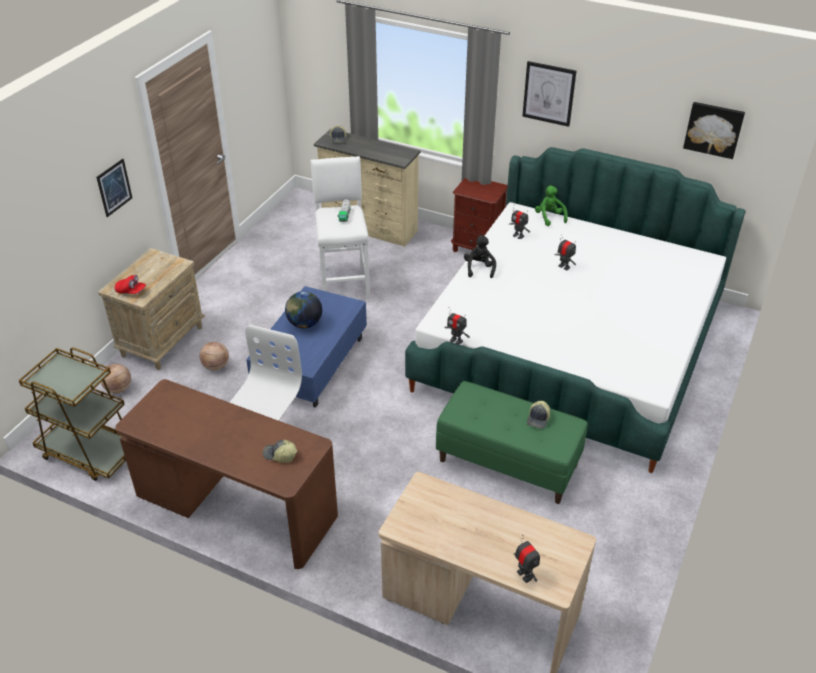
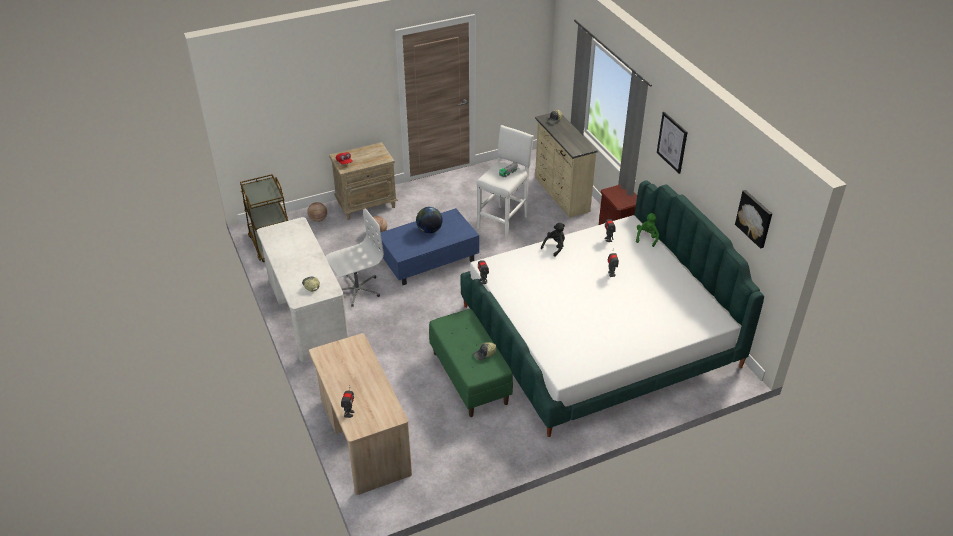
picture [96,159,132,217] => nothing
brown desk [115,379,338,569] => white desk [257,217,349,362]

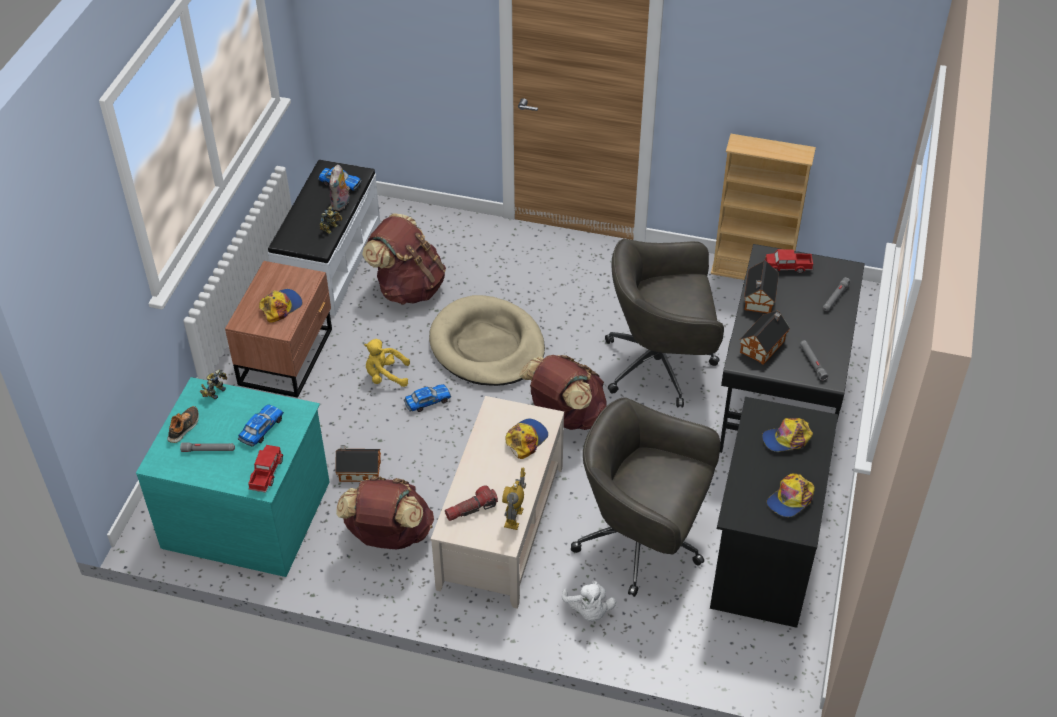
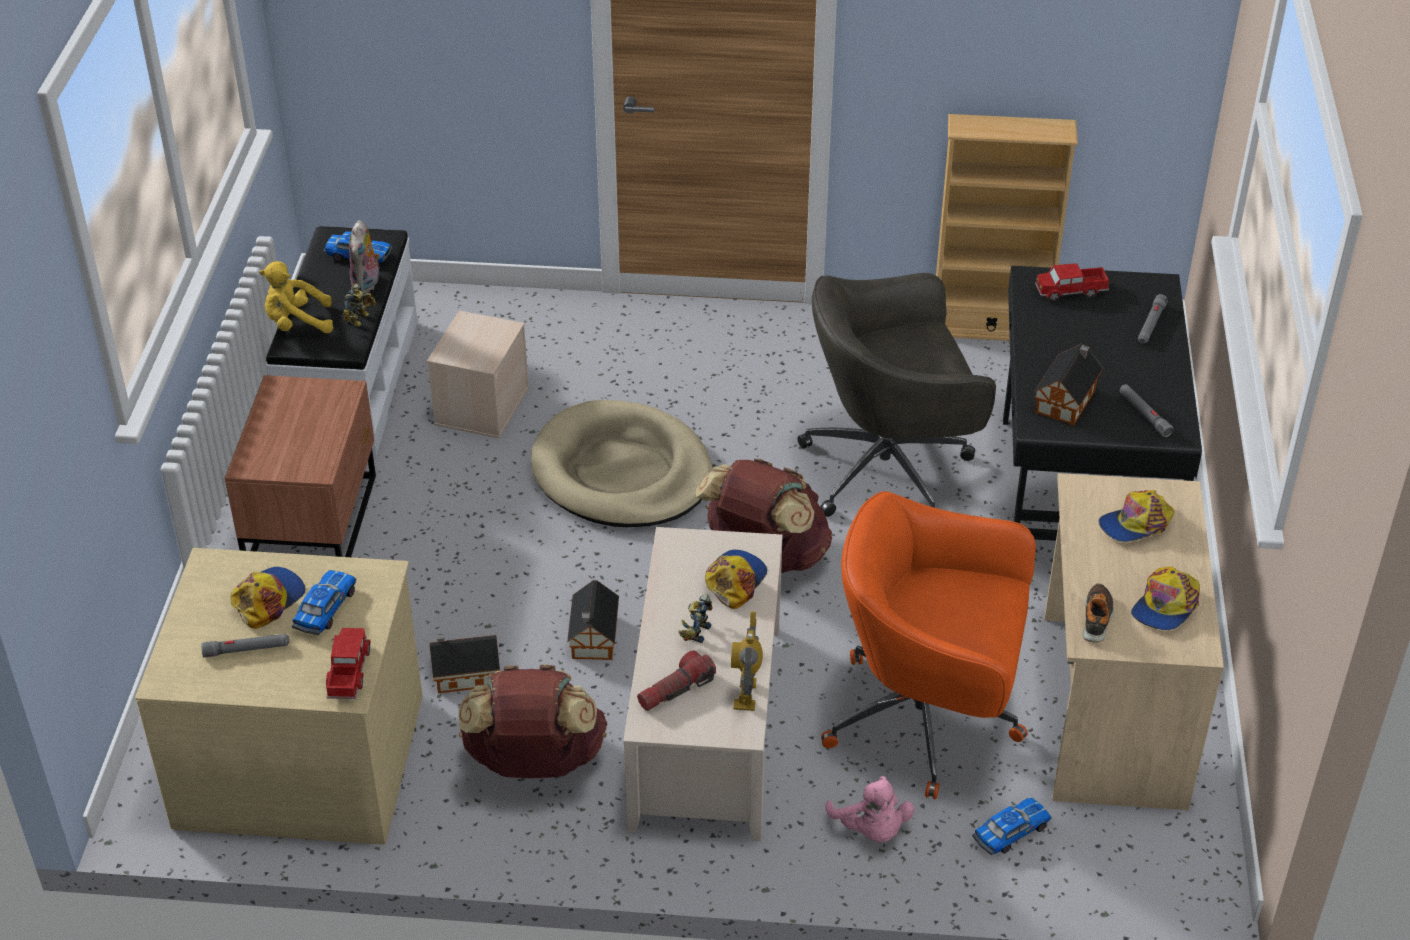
turquoise dresser [136,377,329,577] => beige dresser [135,548,423,845]
shoe [167,406,199,443] => shoe [1083,583,1114,643], moved
toy robot [200,370,227,399] => toy robot [678,594,713,643], moved
cap [259,289,303,323] => cap [230,567,305,629], moved
brown backpack [362,213,446,305] => beige storage box [427,311,529,438]
yellow plush toy [364,339,410,387] => yellow plush toy [259,261,333,333], moved
toy car [404,384,451,412] => toy car [972,798,1052,856], moved
white plush toy [562,581,616,622] => pink plush toy [825,776,914,842]
grey office chair [571,397,721,597] => orange office chair [821,491,1036,799]
black desk [710,397,838,628] => beige desk [1044,473,1224,810]
toy house [744,261,779,313] => toy house [567,580,619,660], moved

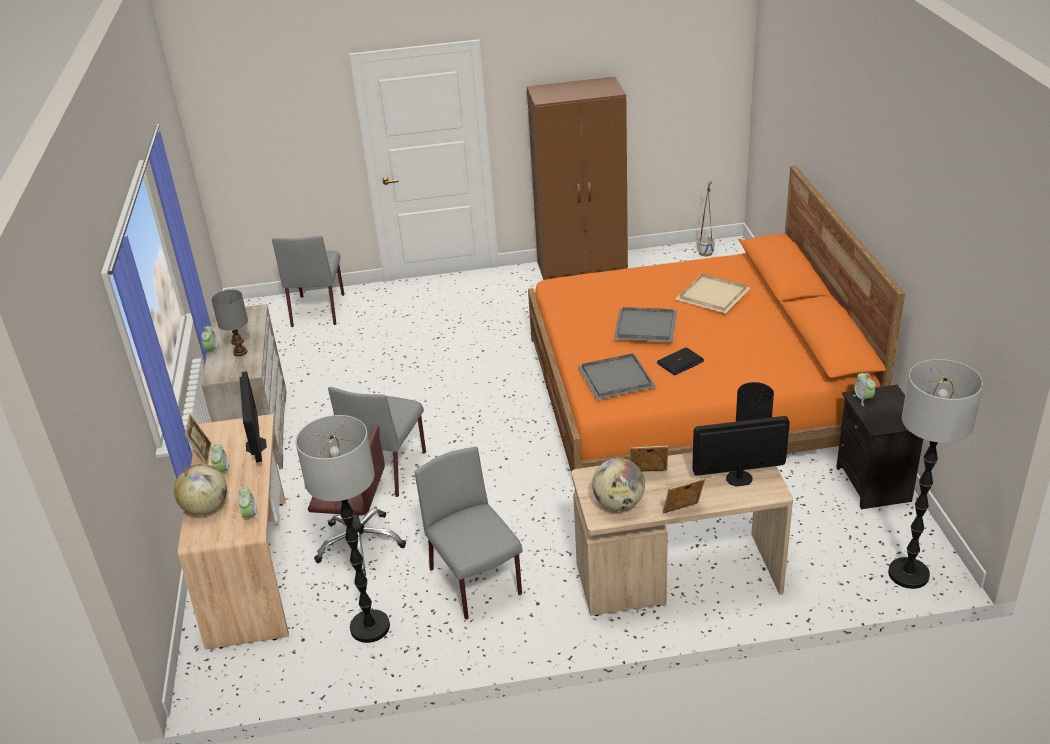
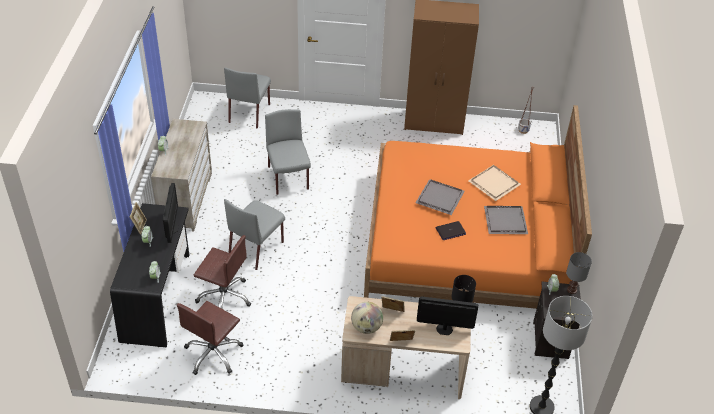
globe [174,464,227,515] => nothing
beige desk [178,414,289,650] => black desk [110,203,189,347]
grey table lamp [211,290,248,356] => grey table lamp [566,252,592,294], moved
floor lamp [296,415,390,643] => brown office chair [177,301,243,375]
grey chair [415,447,522,620] => grey chair [265,109,311,195], moved
grey tray [578,354,656,400] => grey tray [484,206,528,234], moved

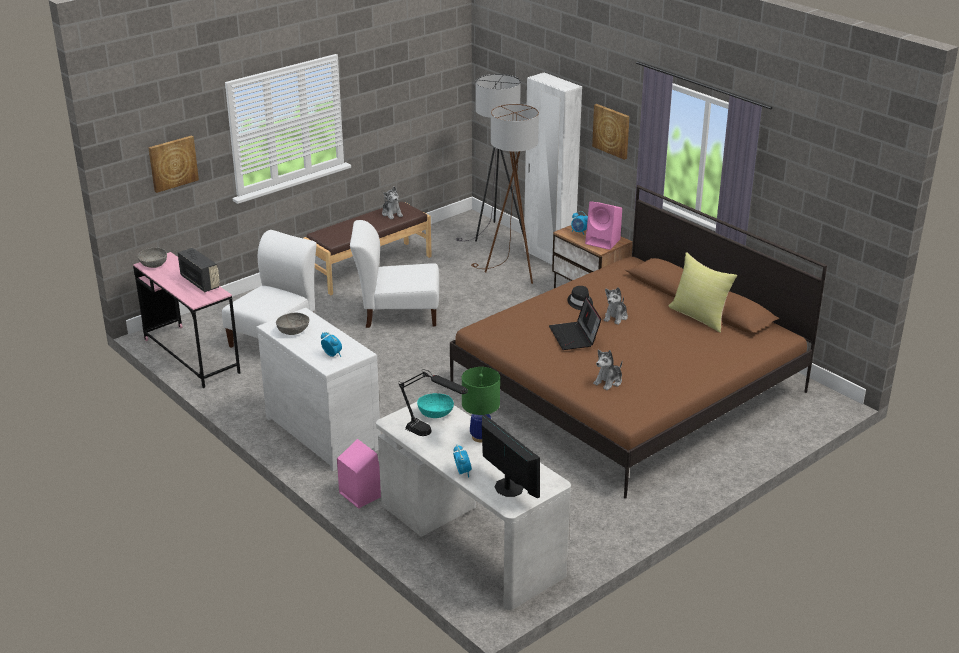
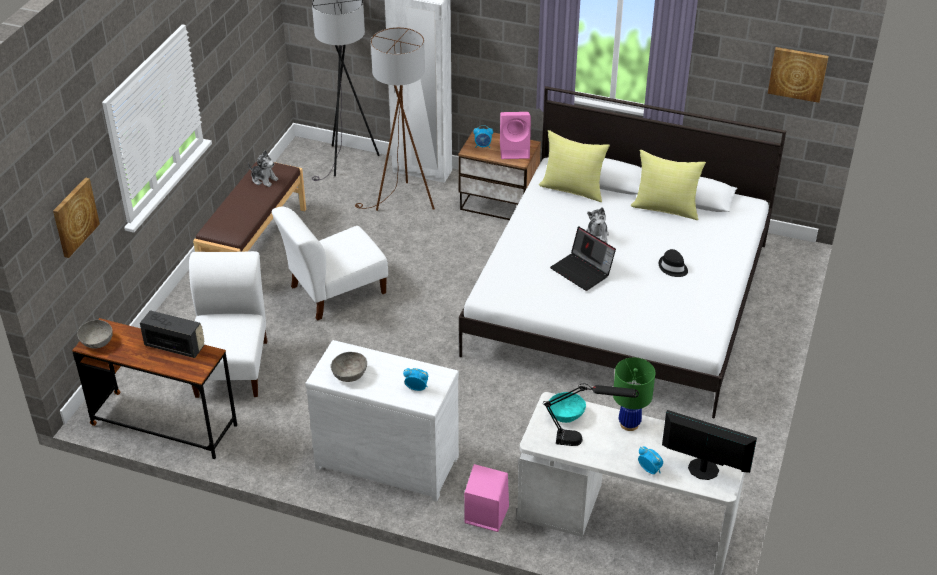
pink desk [133,252,241,388] => brown desk [72,318,237,459]
brown bed [450,185,827,498] => white bed [459,86,786,418]
black hat [567,286,593,310] => black hat [659,249,688,277], moved
picture [592,104,630,160] => picture [768,47,829,103], moved
plush toy [593,349,622,390] => nothing
nothing => yellow pillow [539,130,610,202]

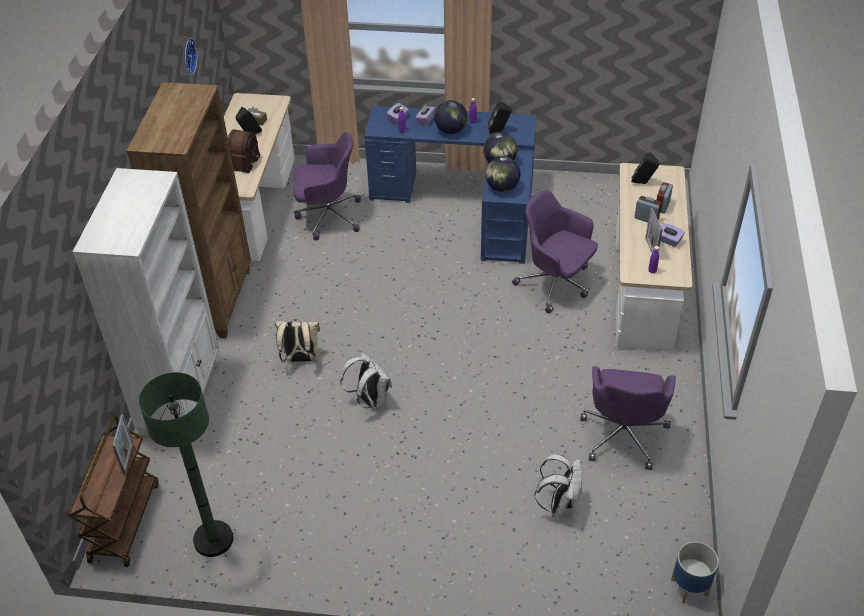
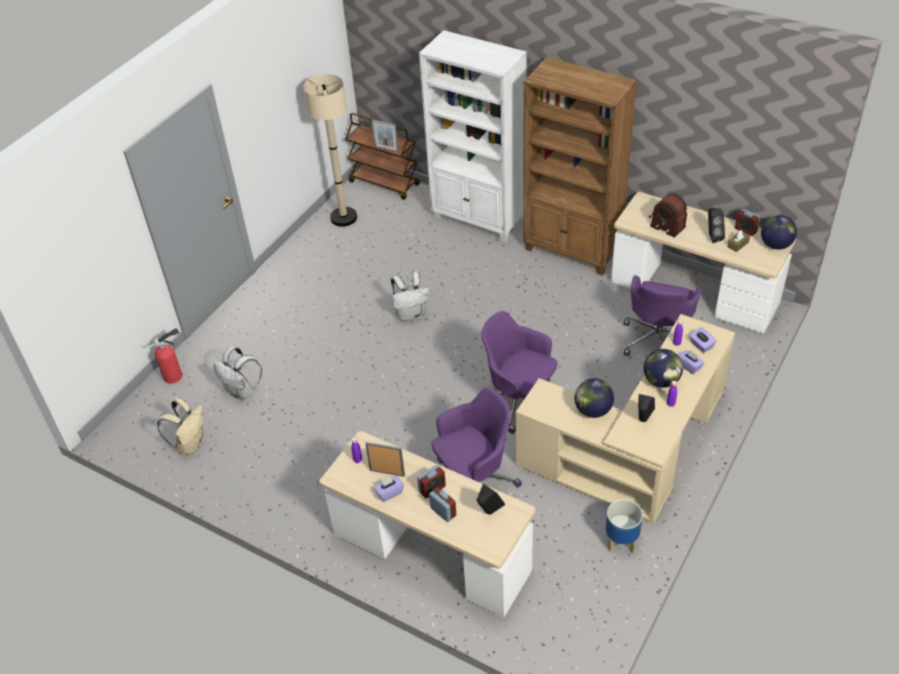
green floor lamp [139,372,234,557] => beige floor lamp [304,74,357,227]
wall clock [184,38,198,75] => nothing
beige backpack [275,319,320,362] => beige backpack [157,398,204,455], moved
blue desk [364,106,537,264] => beige desk [516,314,735,525]
globe [485,156,520,192] => globe [761,215,797,250], moved
purple office chair [580,366,676,470] => purple office chair [481,311,558,434], moved
planter [671,542,719,603] => planter [606,499,643,553], moved
nothing => fire extinguisher [149,328,182,384]
nothing => alarm clock [735,209,760,236]

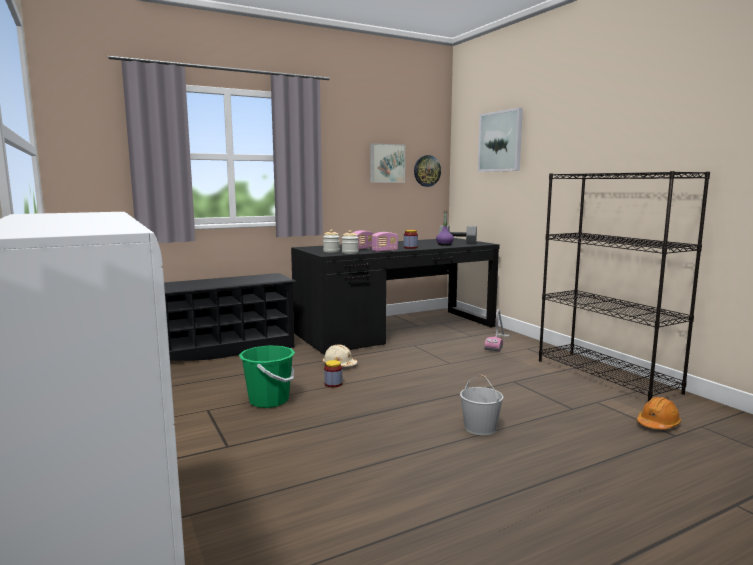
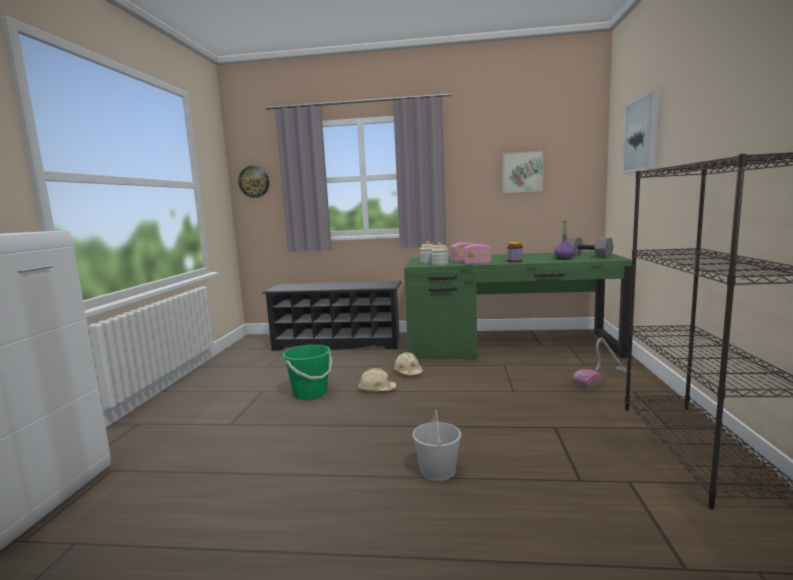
black desk [291,238,500,355] => green desk [404,251,632,359]
jar [324,360,342,387] => beige hard hat [358,368,396,391]
wall clock [414,155,441,187] => wall clock [238,166,269,198], moved
orange hard hat [637,397,681,429] => nothing

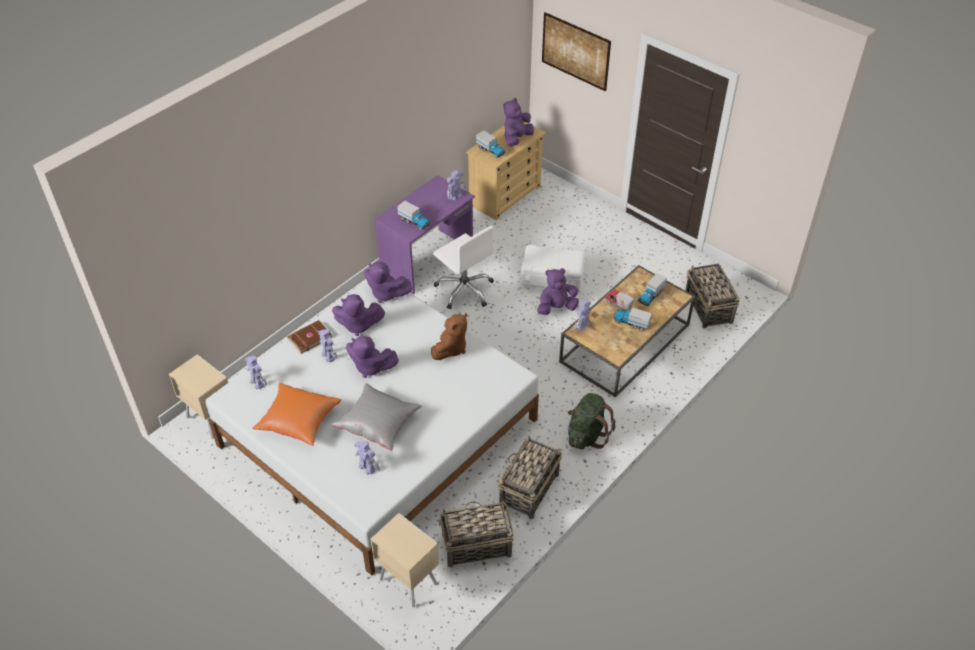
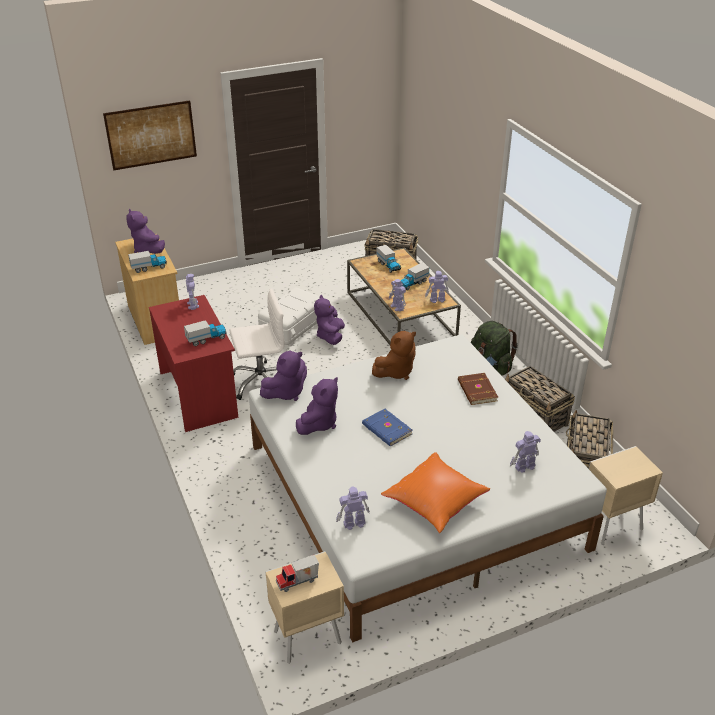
brown book [287,320,332,354] => brown book [458,373,498,405], moved
toy robot [318,329,338,362] => toy robot [425,271,449,303], moved
grey pillow [331,383,422,451] => nothing
purple plush toy [346,336,399,378] => blue book [362,409,413,447]
purple desk [374,175,475,295] => red desk [149,295,238,432]
brown plush toy [431,313,467,360] => brown plush toy [372,331,416,380], 90 degrees clockwise
toy truck [605,289,634,312] => toy truck [276,555,319,592], moved

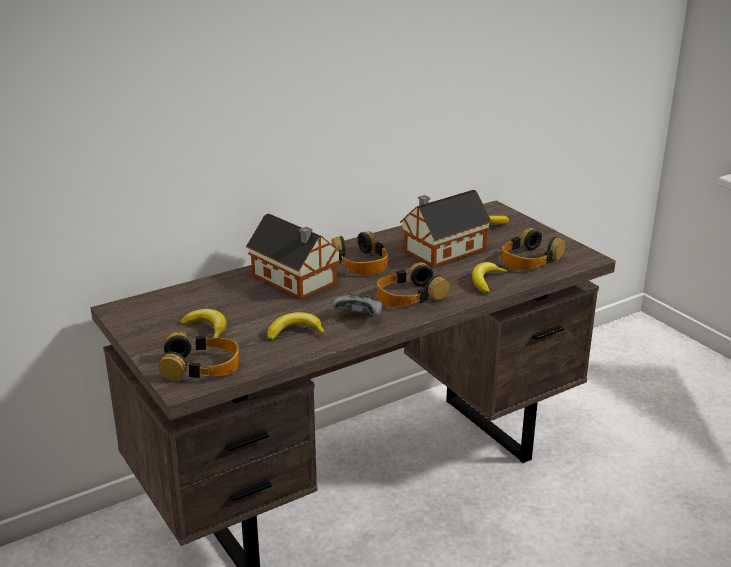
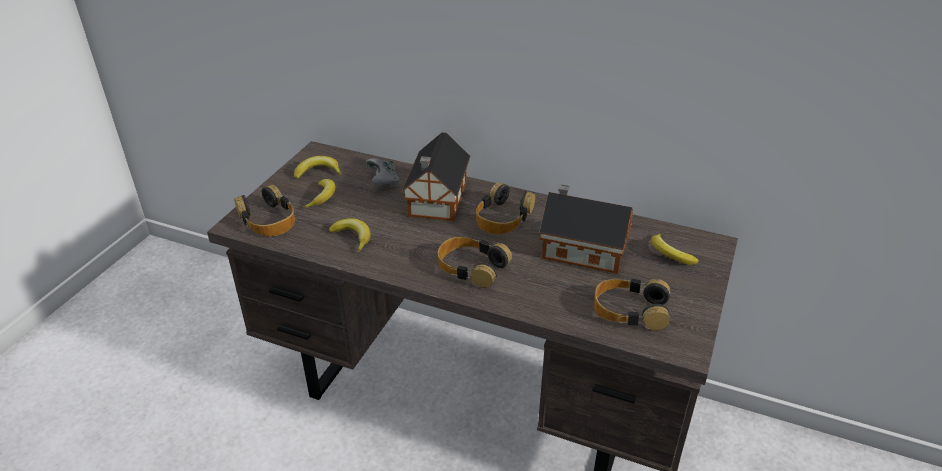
grey game controller [332,293,382,316] => grey game controller [366,158,400,187], moved
banana [472,262,508,294] => banana [294,156,342,179], moved

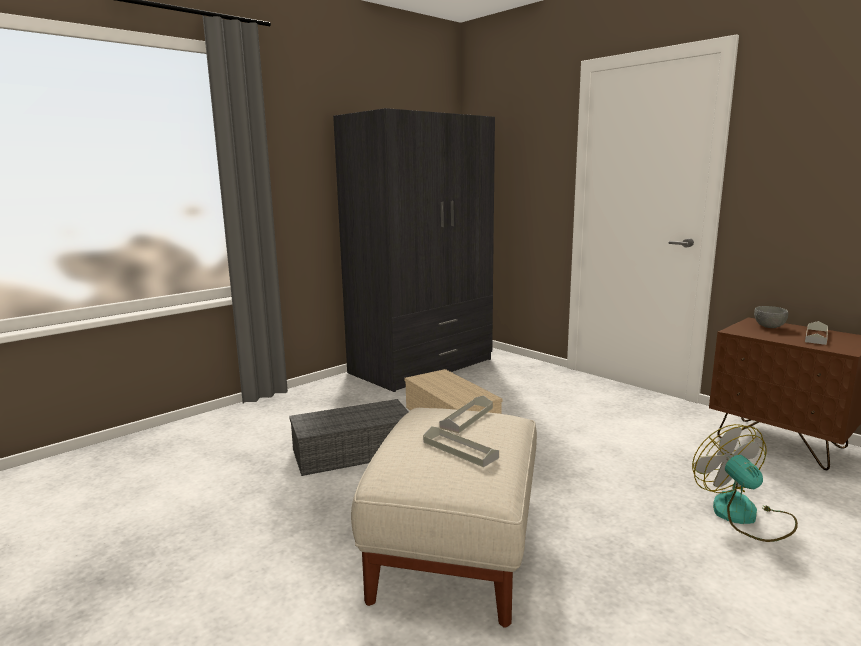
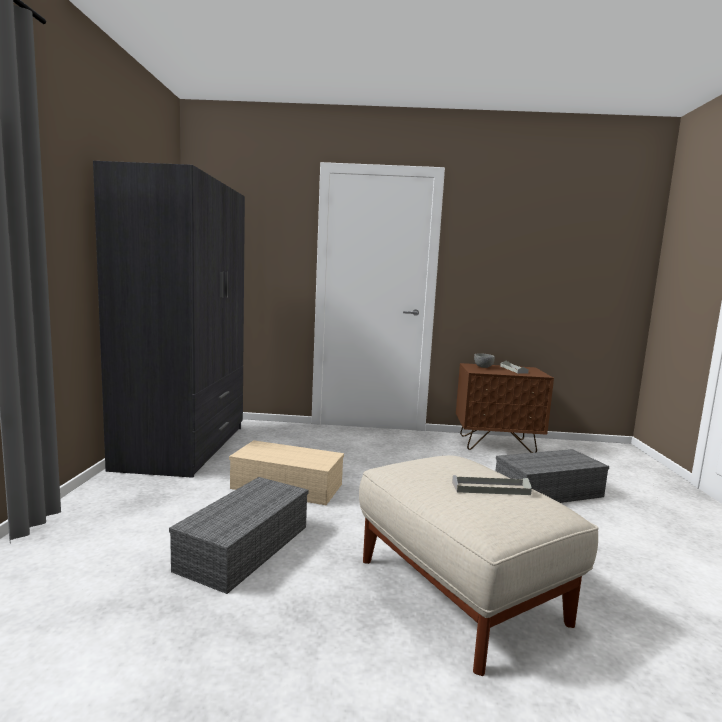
grey tray [439,395,493,433] => nothing
fan [692,424,798,542] => grey storage box [496,449,609,503]

